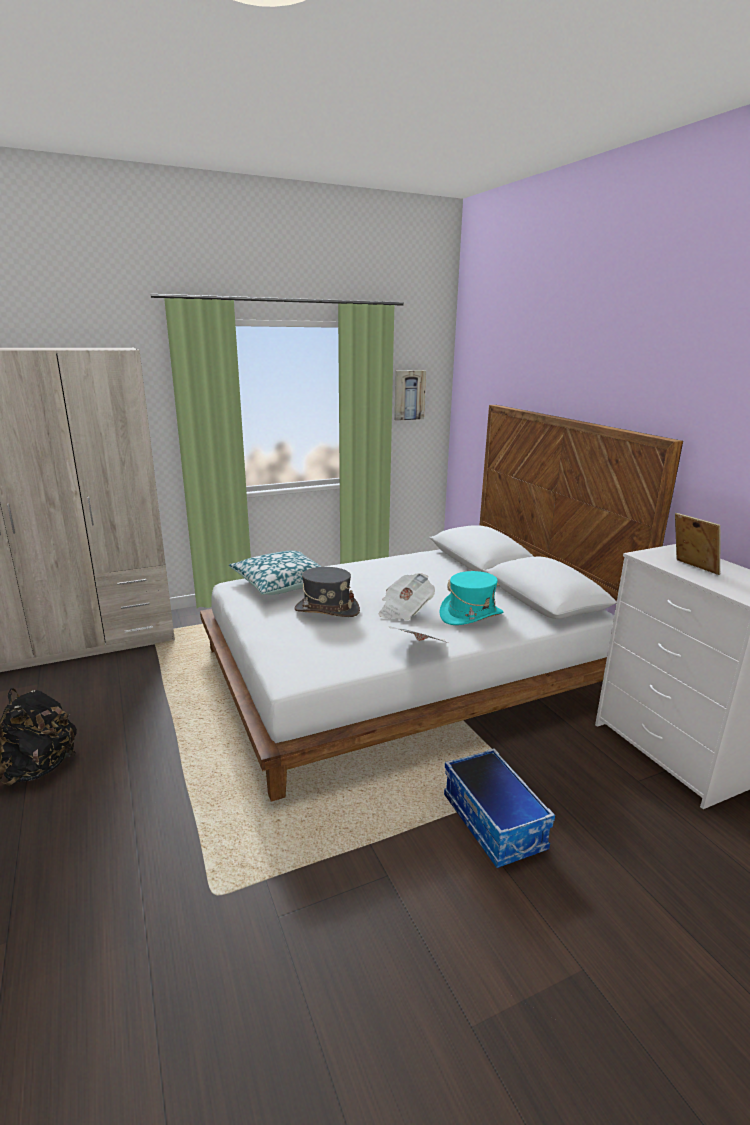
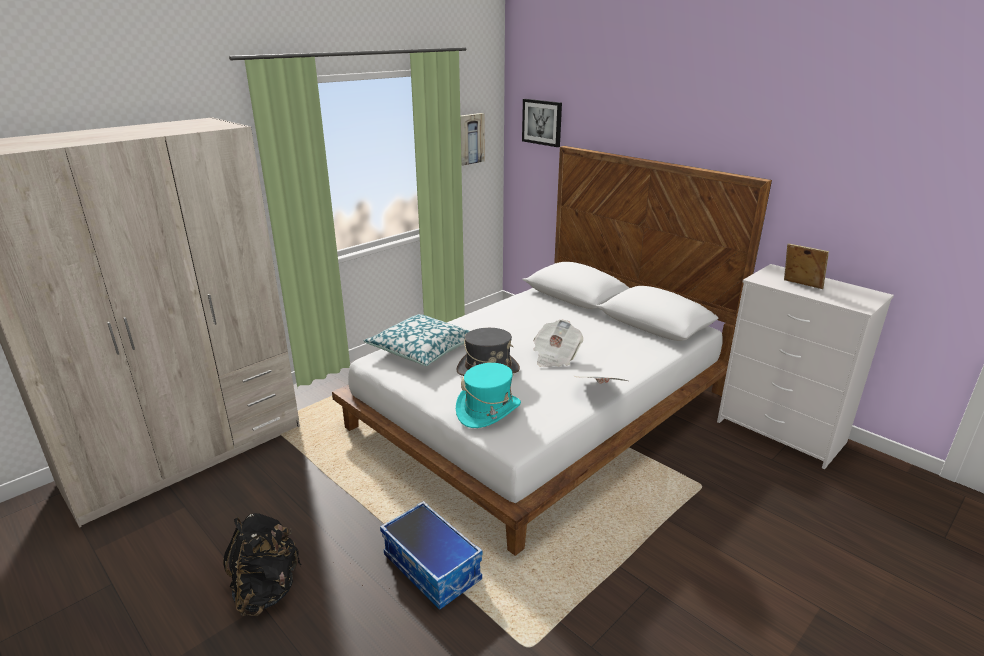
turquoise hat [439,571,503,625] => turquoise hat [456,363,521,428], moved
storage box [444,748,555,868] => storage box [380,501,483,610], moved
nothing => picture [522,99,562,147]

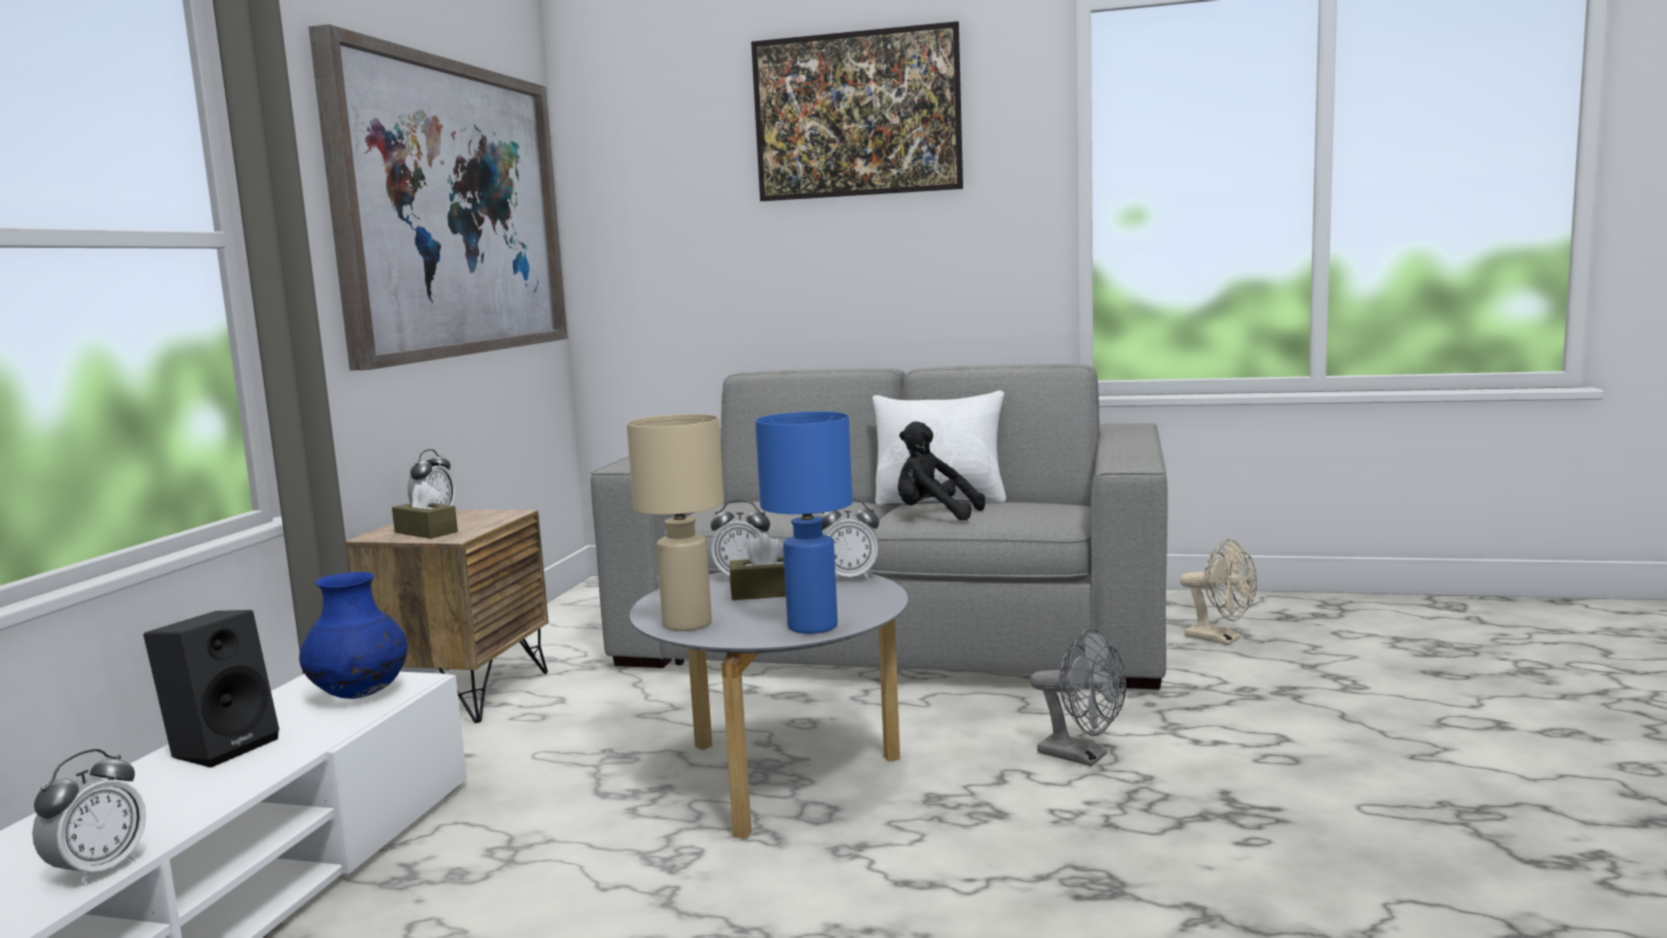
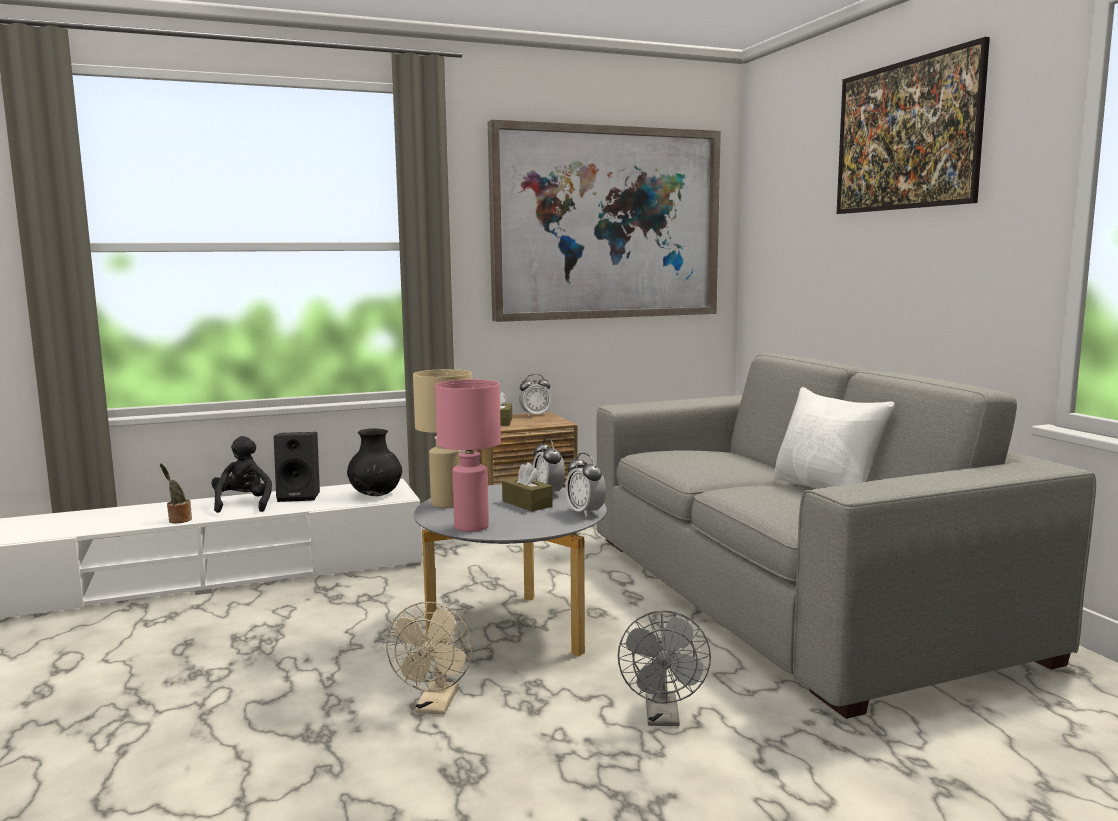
alarm clock [32,749,146,886] => potted plant [160,463,192,524]
blue vase [299,572,408,699] => black vase [347,428,402,496]
blue table lamp [755,411,853,634] => pink table lamp [435,379,501,532]
black plush toy [898,421,985,520] => black plush toy [212,436,272,513], moved
beige fan [1180,539,1257,645] => beige fan [386,602,473,715], moved

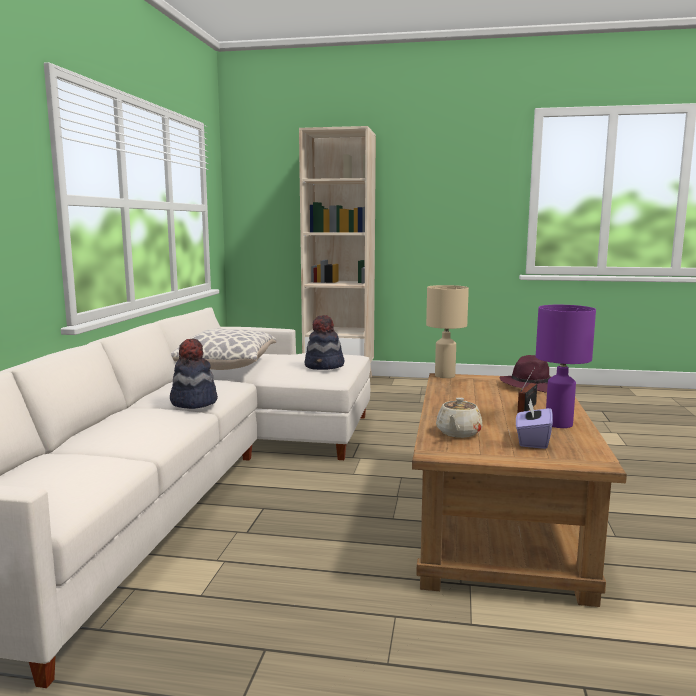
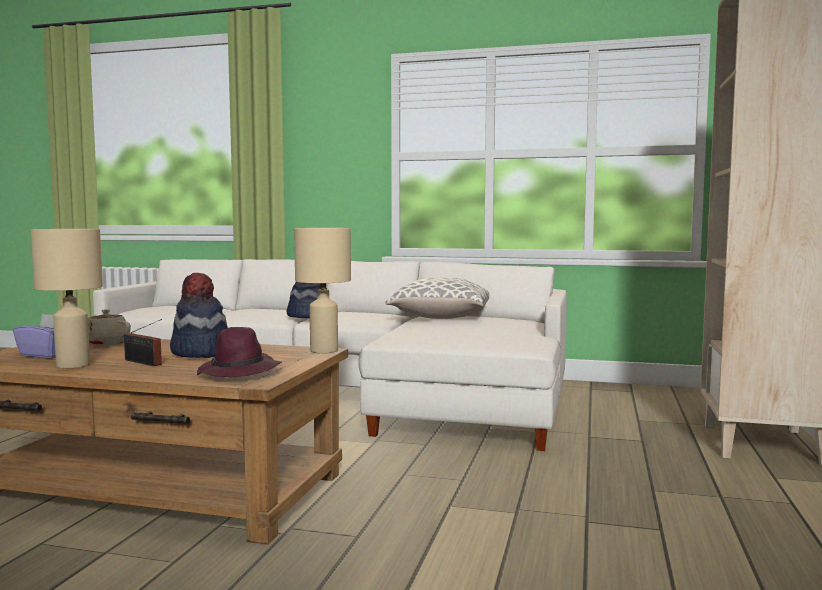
hat [305,315,344,370] => hat [170,273,228,358], moved
purple table lamp [536,305,596,428] => beige table lamp [31,229,103,368]

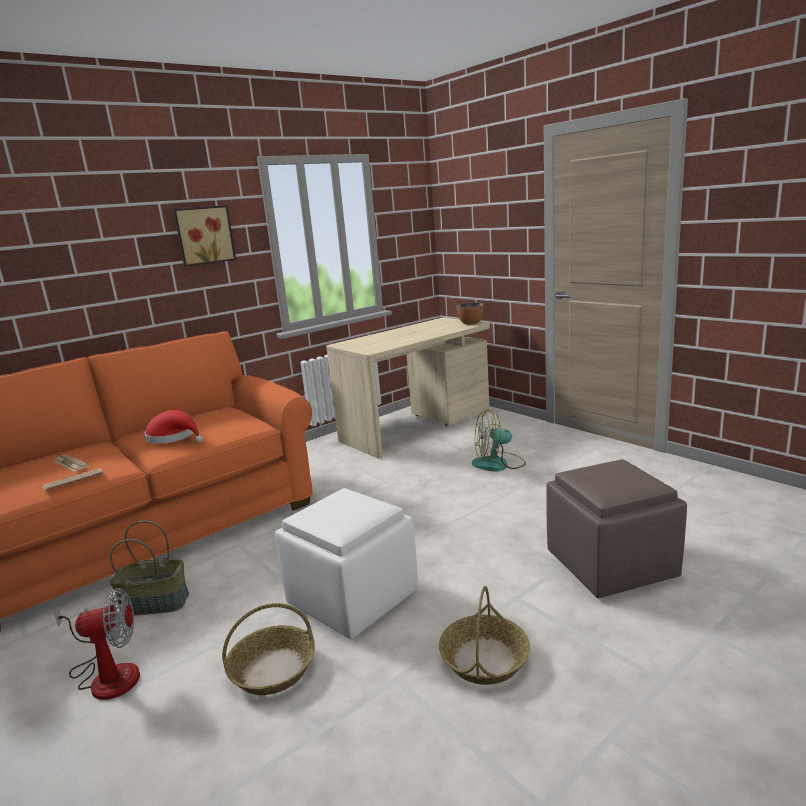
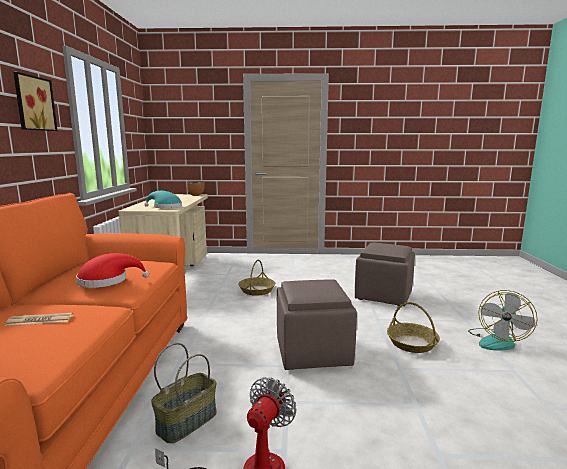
newspaper [43,468,103,491] => nothing
basket [222,603,315,695] => basket [238,260,275,296], moved
white ottoman [275,488,418,639] => brown ottoman [277,279,357,370]
fan [472,409,526,472] => fan [468,290,538,351], moved
nothing => turquoise hat [144,191,182,208]

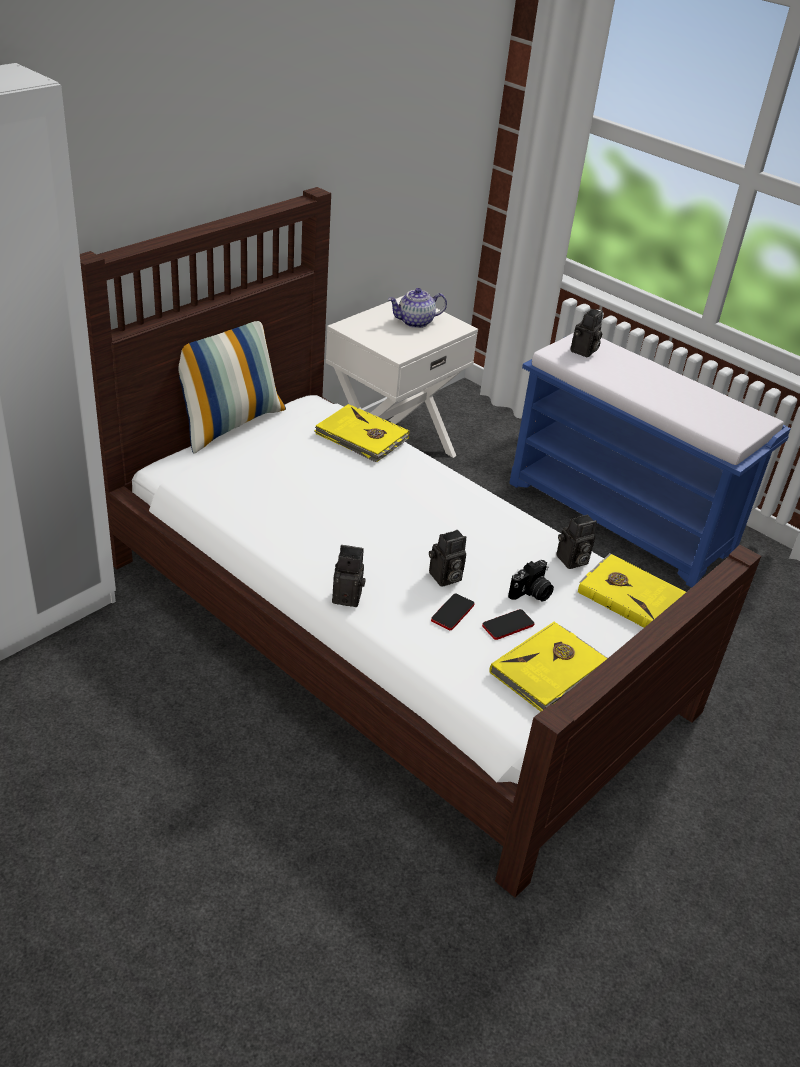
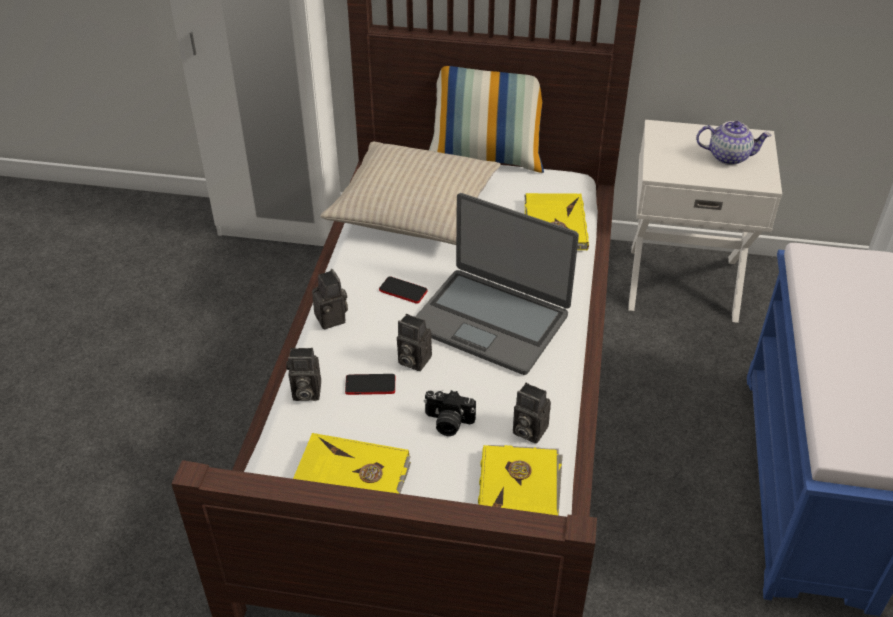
teapot [388,288,447,328] => teapot [696,121,771,165], 150 degrees clockwise
phone [482,609,535,640] => phone [379,276,428,304], moved
photo camera [570,309,603,357] => photo camera [286,348,321,401], moved
nothing => beige pillow [320,142,501,245]
nothing => laptop [415,193,579,375]

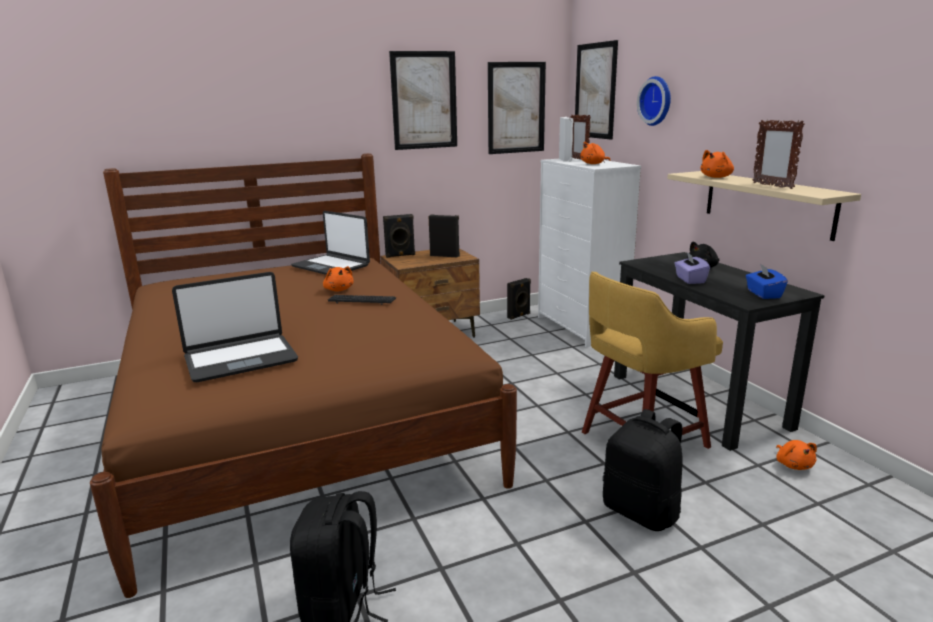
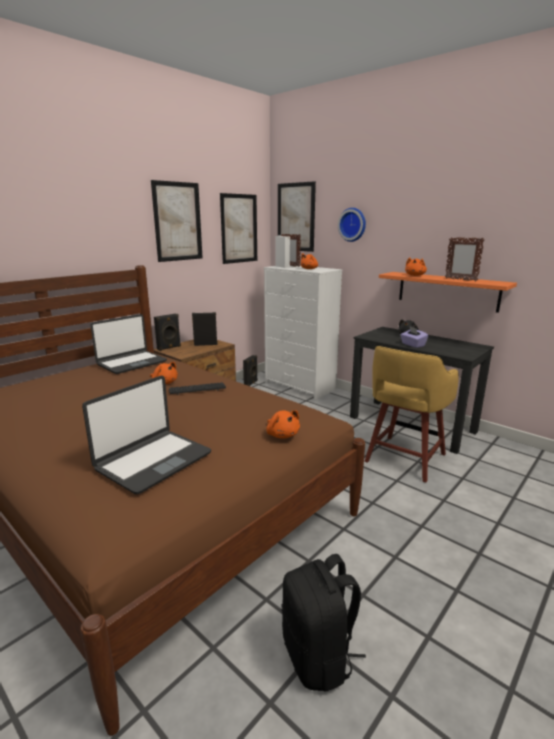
laptop [291,211,370,275] => laptop [90,314,167,374], 60 degrees counterclockwise
black backpack [603,409,682,531] => nothing
beige shelf [667,171,861,241] => orange shelf [379,272,517,313]
blue tissue box [746,265,788,299] => nothing
orange plush toy [776,440,817,470] => orange plush toy [266,410,300,438], moved

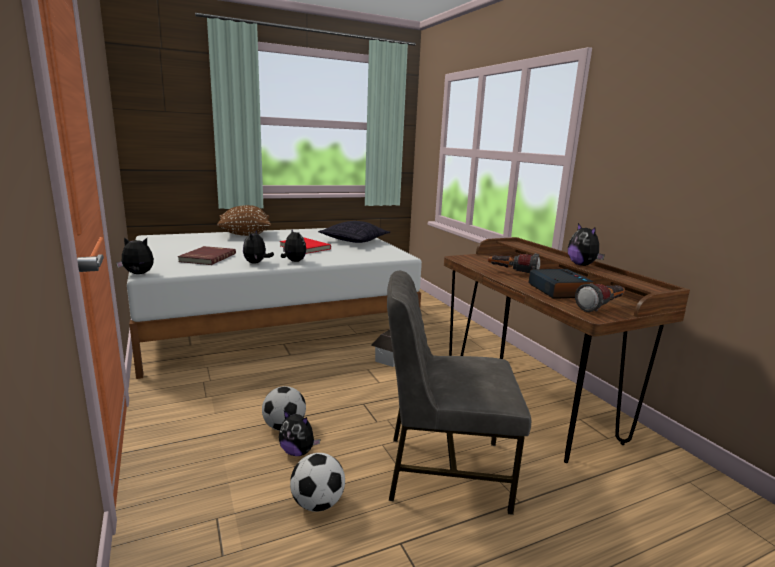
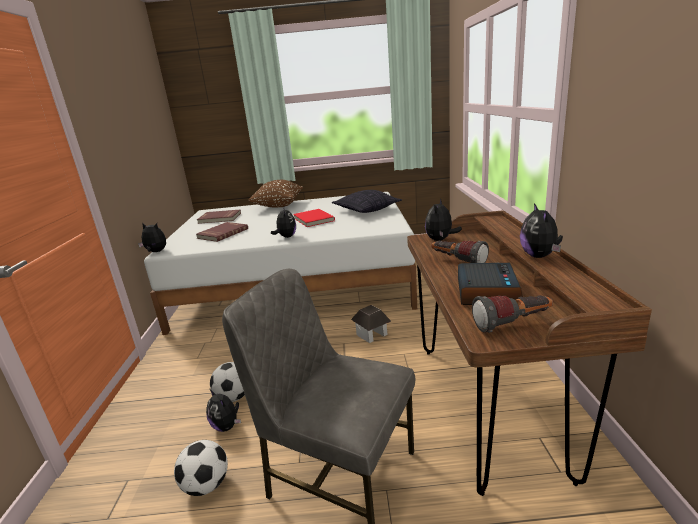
plush toy [243,229,274,264] => plush toy [425,198,462,241], moved
nothing => red book [197,210,241,224]

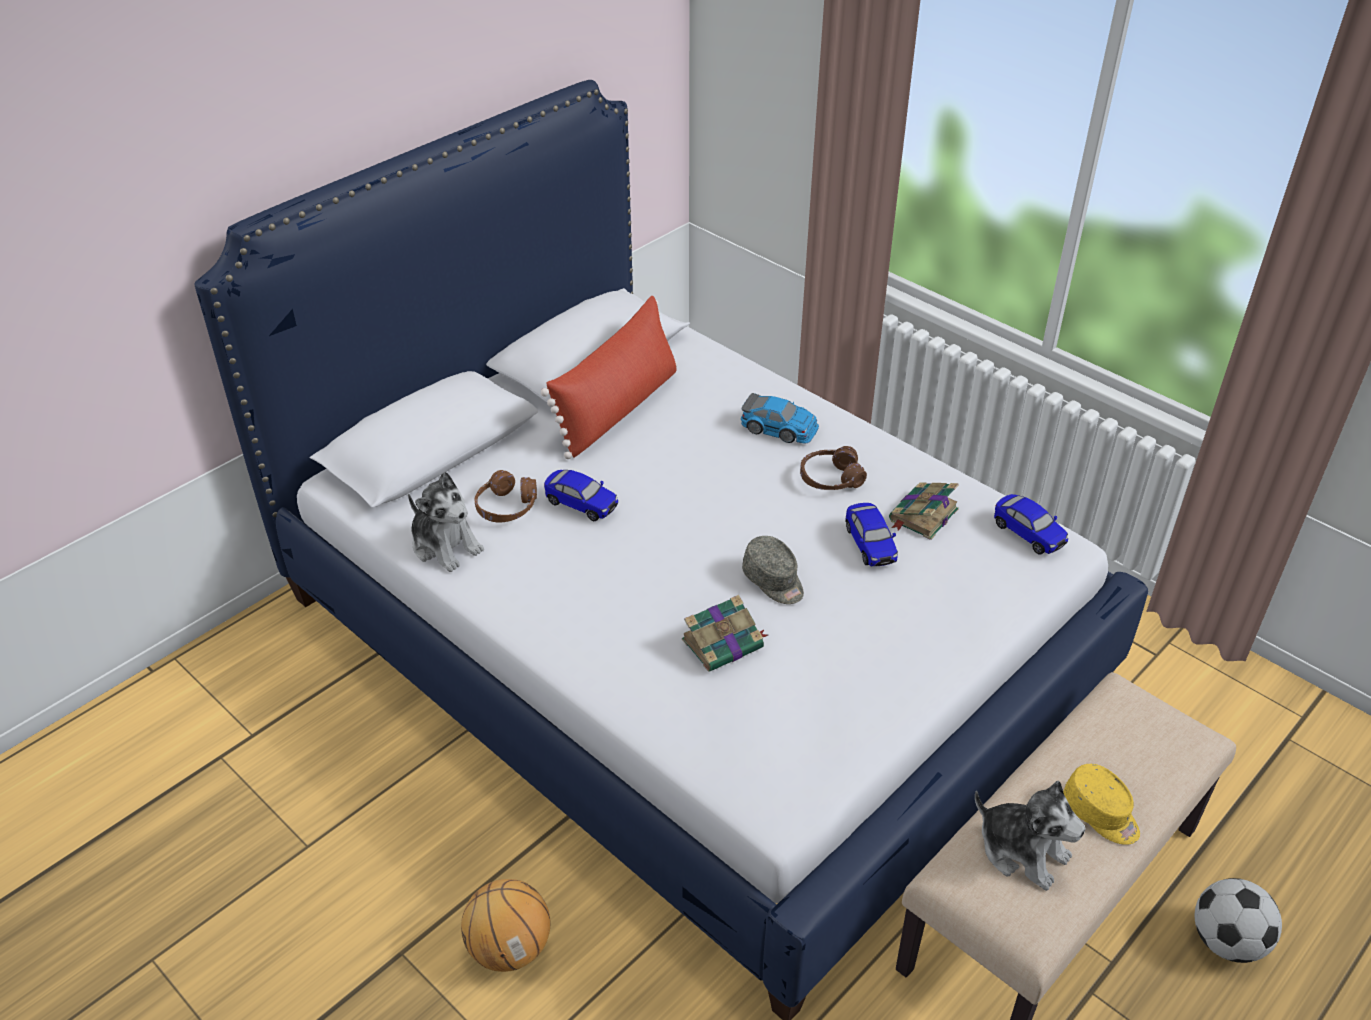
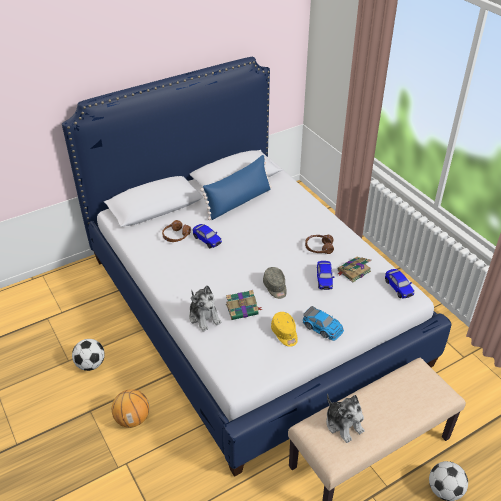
plush toy [408,472,484,572] => plush toy [189,286,221,331], moved
red pillow [541,296,677,459] => blue pillow [200,155,272,220]
toy car [741,393,819,444] => toy car [303,306,344,341], moved
yellow cap [1063,764,1140,845] => yellow cap [271,312,298,347], moved
nothing => football [72,339,105,371]

